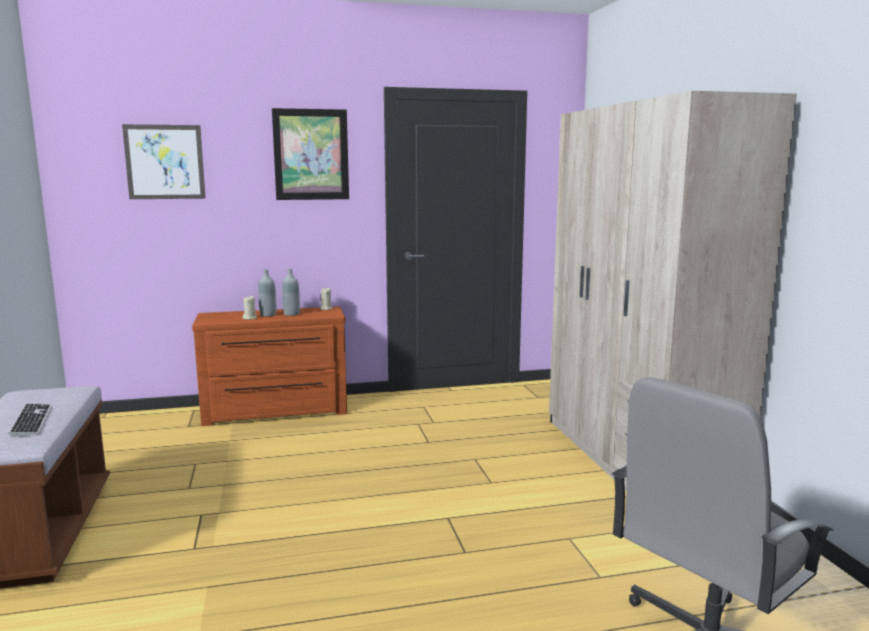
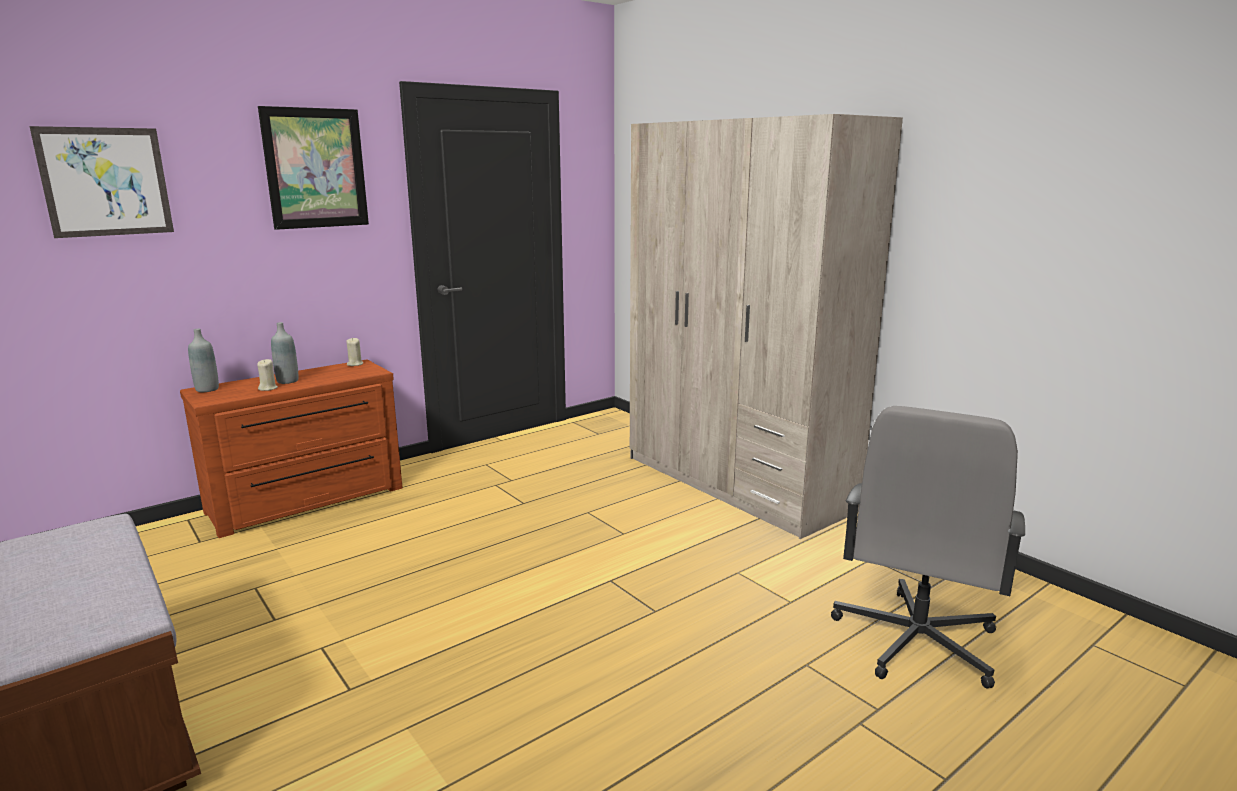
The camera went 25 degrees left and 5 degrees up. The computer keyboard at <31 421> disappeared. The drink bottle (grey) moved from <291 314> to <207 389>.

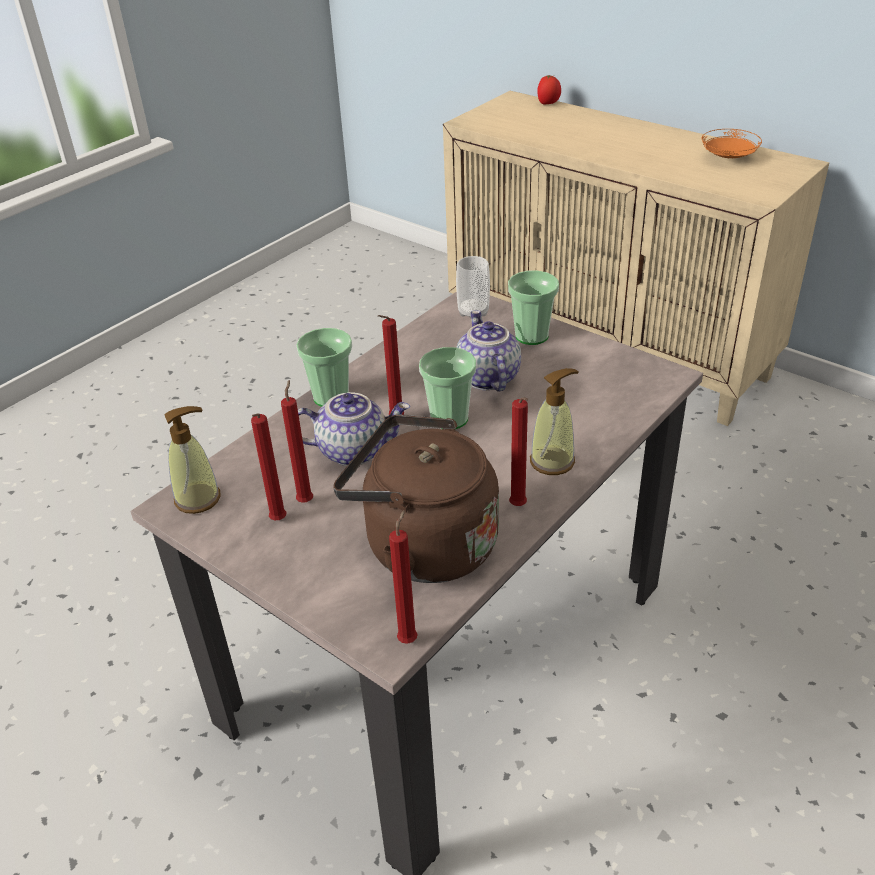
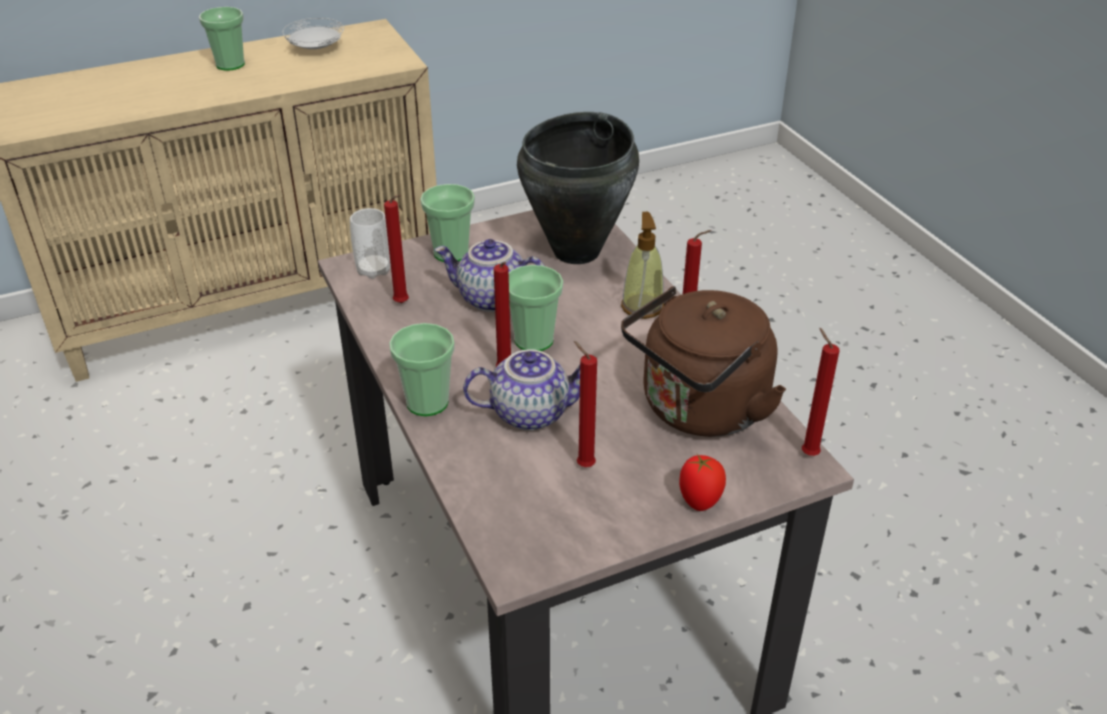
The camera went 65 degrees left and 0 degrees up. The liquid soap bottle at <198 498> disappeared. The drinking cup at <230 64> appeared. The cooking pot (blackish) at <578 251> appeared. The wax light (reddish) moved from <277 522> to <403 304>. The whole tomato moved from <548 103> to <700 501>. The dinner plate (orangey) at <728 158> became the dinner plate (whitish) at <316 49>. The teapot at <354 450> turned 60 degrees clockwise.

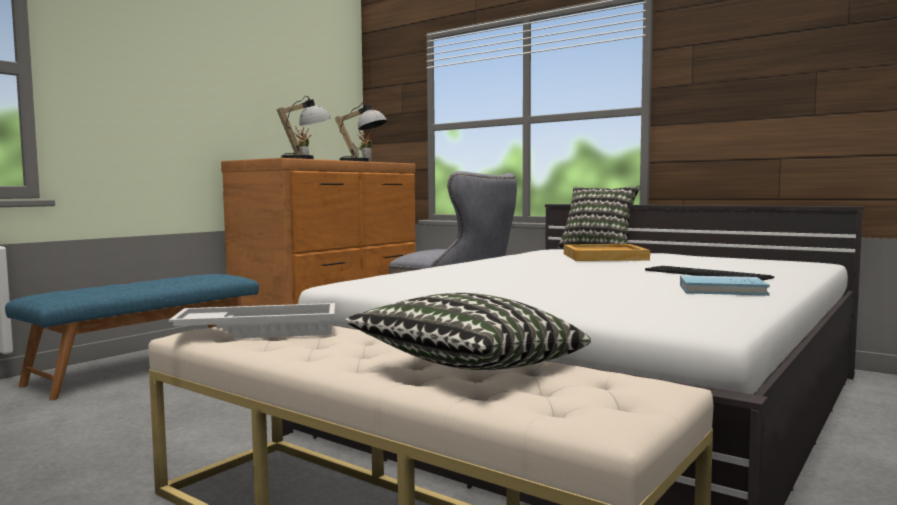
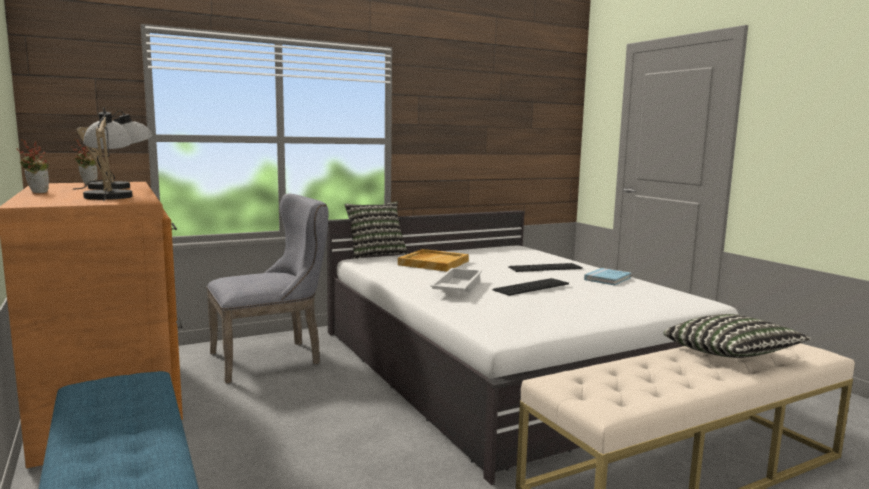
The camera went 65 degrees left and 5 degrees up. The computer keyboard at <531 287> appeared. The serving tray (whitish) moved from <259 331> to <456 288>.

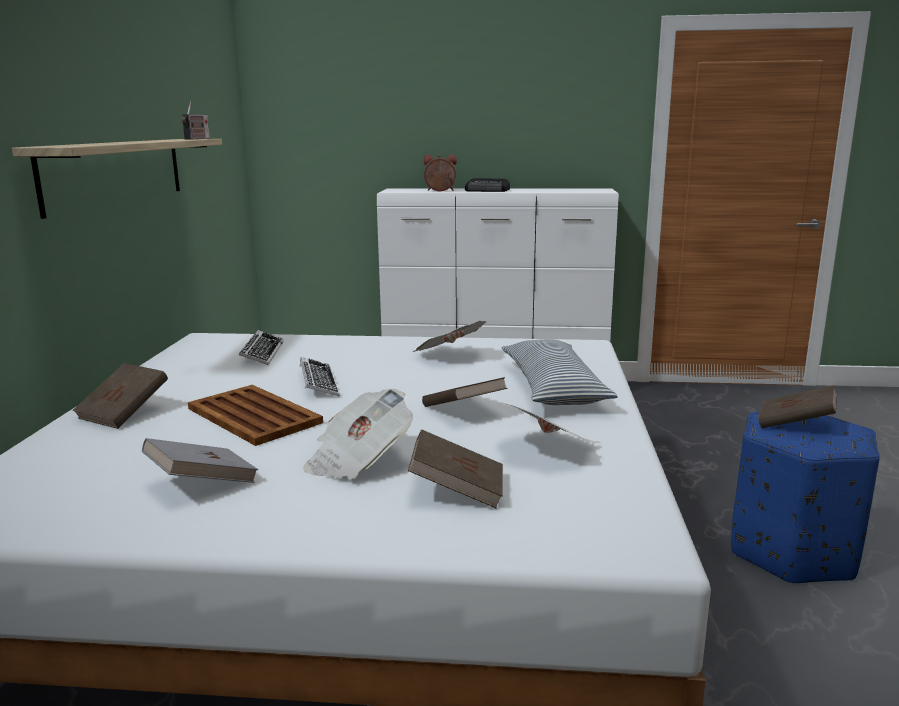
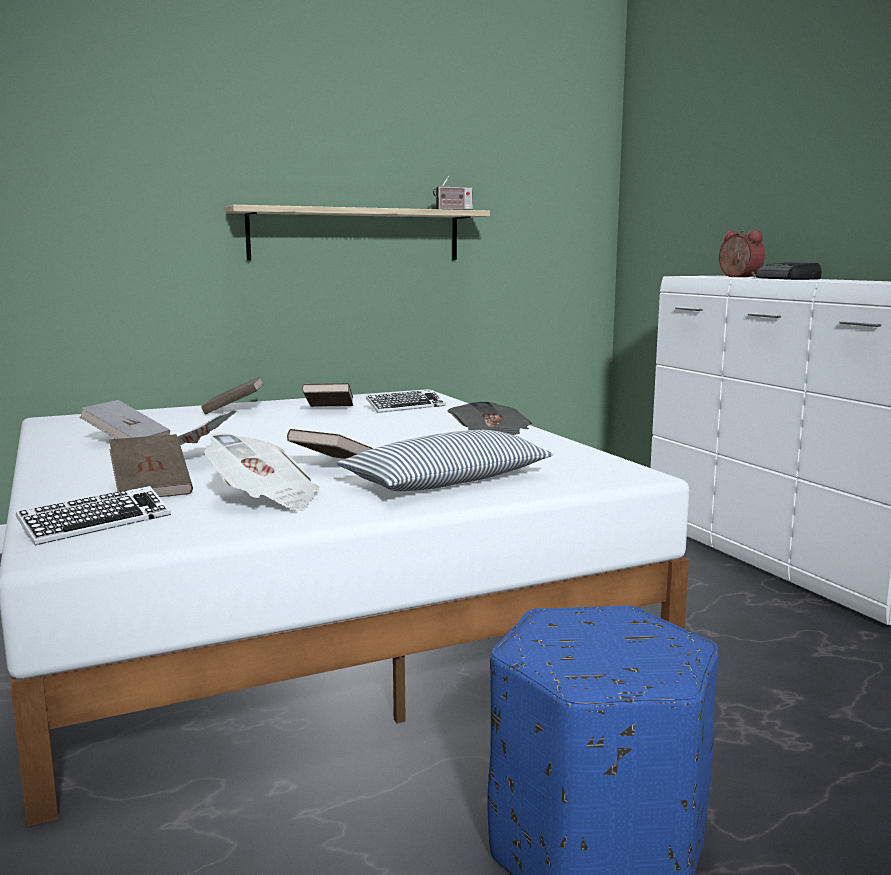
The camera went 60 degrees right and 5 degrees down. The serving tray (brown-coloured) at <254 416> disappeared. The computer keyboard moved from <318 382> to <96 524>. The volume (brown-coloured) moved from <795 424> to <328 410>.

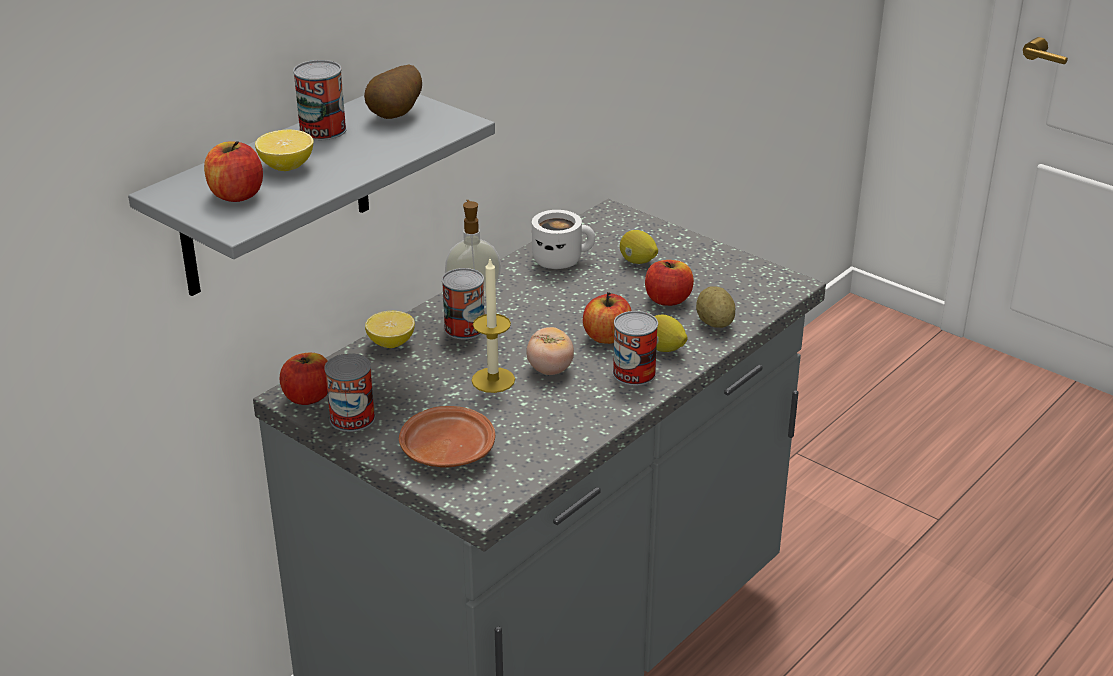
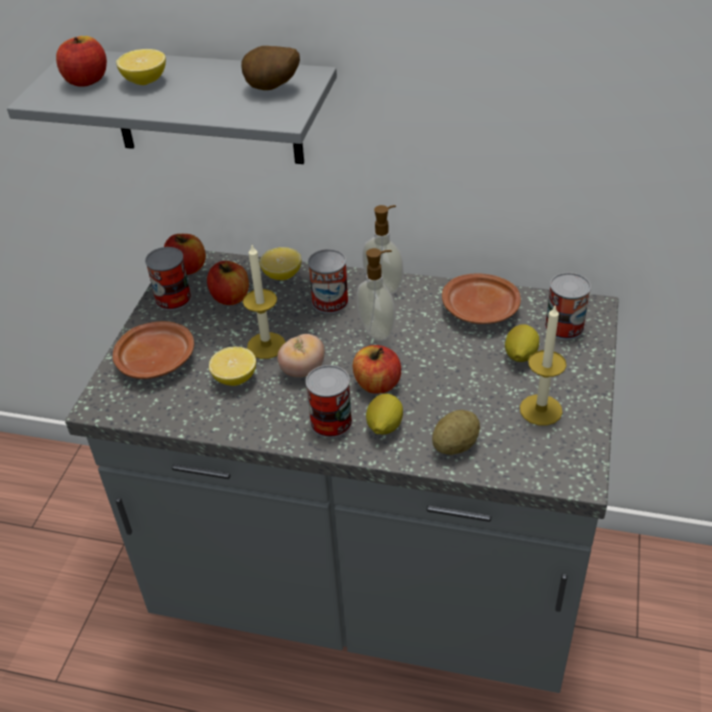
The camera went 65 degrees right and 10 degrees up. The whole lemon at <235 378> appeared. The liquid soap bottle at <377 330> appeared. The wax light at <540 410> appeared. The metal can moved from <323 130> to <564 326>. The whole apple moved from <668 300> to <230 297>. The coffee mug (whitish) at <561 259> was replaced by the dinner plate (brown-coloured) at <481 310>.

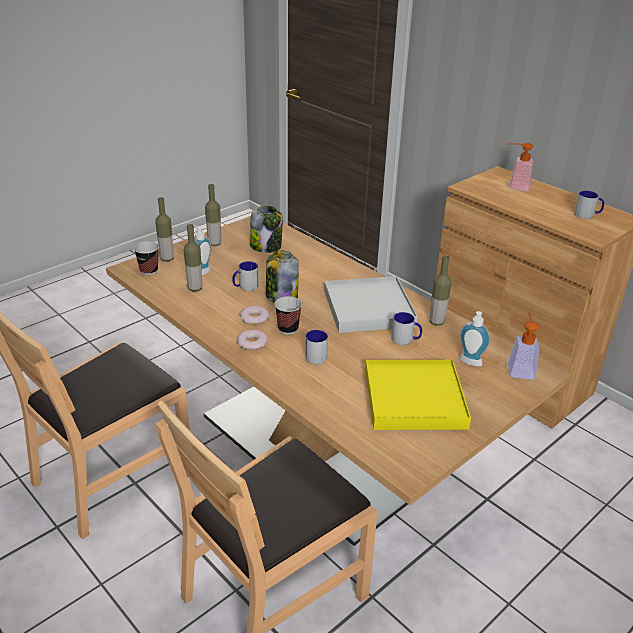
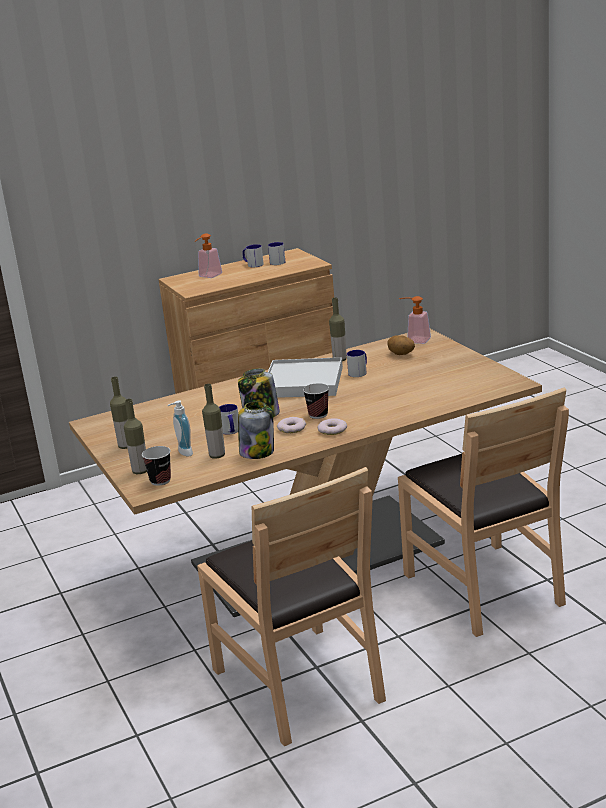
The camera went 70 degrees left and 10 degrees down. The serving tray (yellowish) at <414 398> disappeared. The storage jar moved from <266 246> to <257 452>. The coffee mug moved from <317 355> to <253 264>. The liquid soap bottle at <469 363> was replaced by the spud at <401 354>.

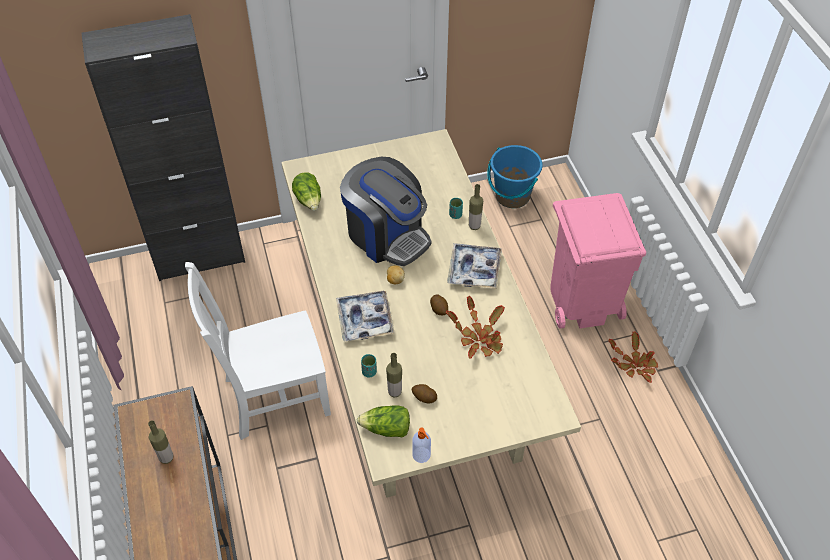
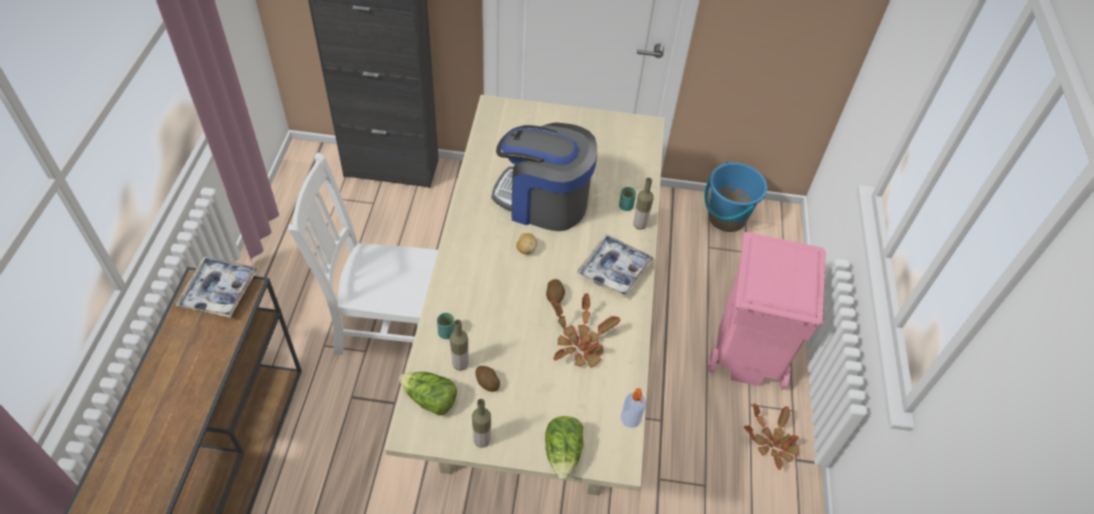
The camera went 20 degrees right and 0 degrees up. The drink bottle moved from <166 458> to <482 440>. The lettuce moved from <309 200> to <563 453>. The serving tray moved from <365 320> to <219 291>. The liquid soap bottle moved from <421 455> to <631 419>. The coffee maker at <386 235> turned 135 degrees clockwise.

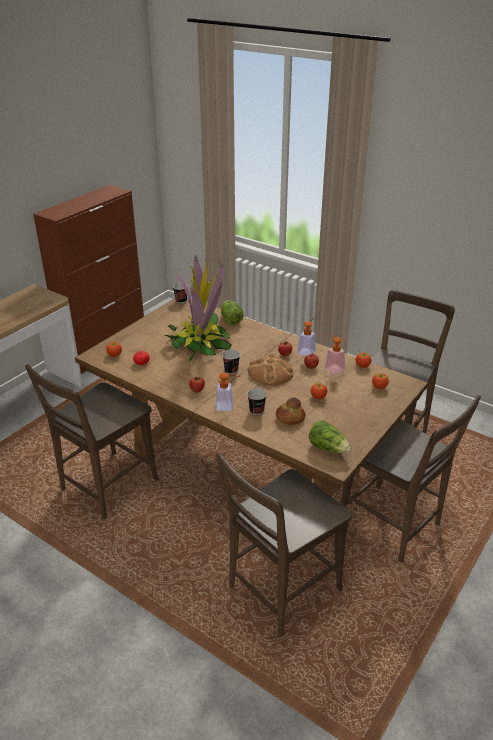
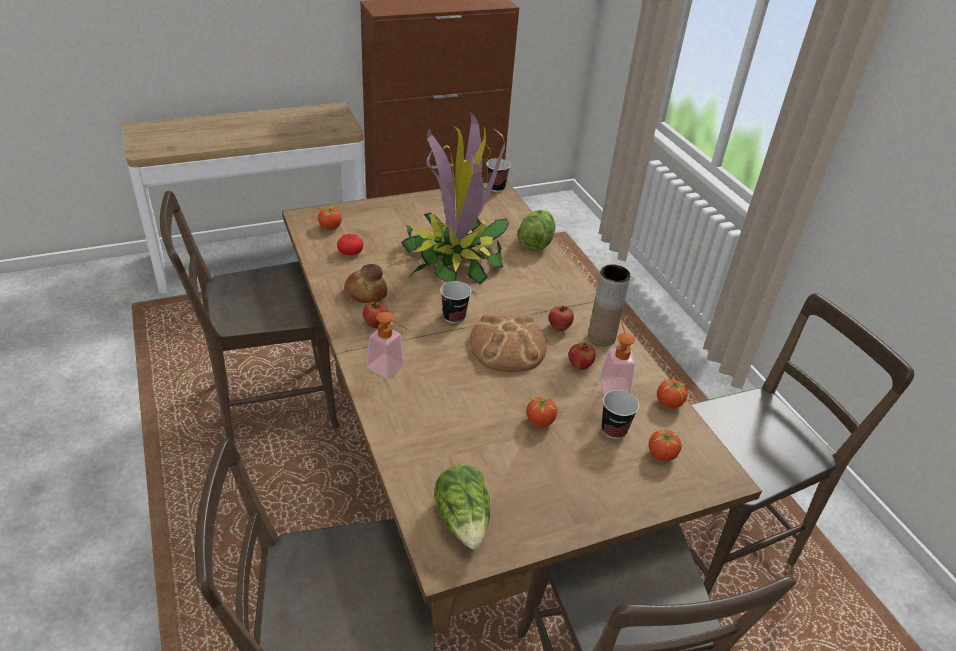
The camera went 30 degrees right and 5 degrees up. The drinking cup moved from <256 411> to <614 430>. The bread moved from <290 418> to <366 292>. The liquid soap bottle at <307 351> was replaced by the decorative vase (brown-coloured) at <601 337>.

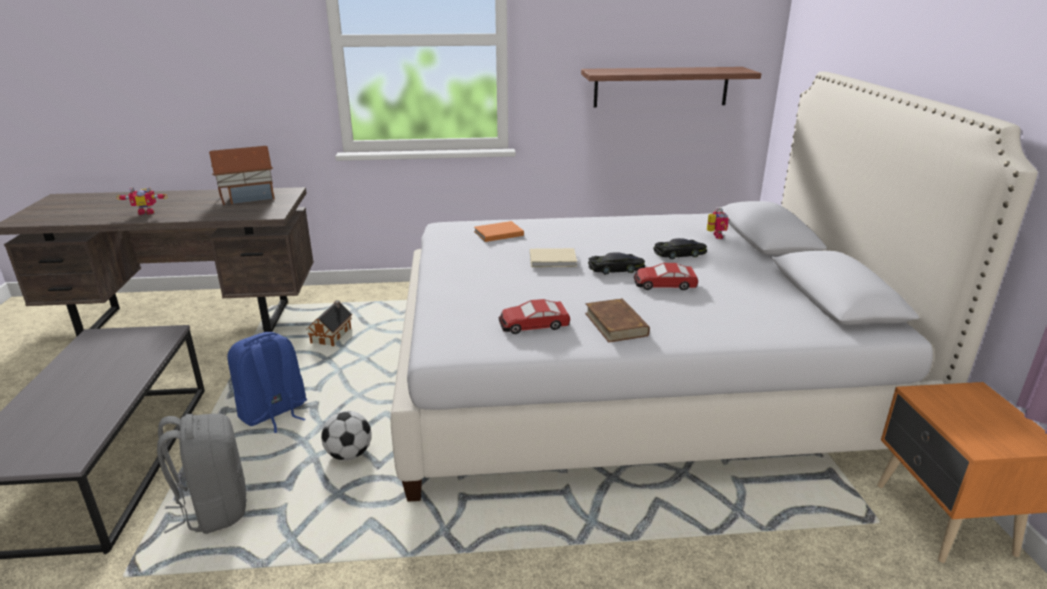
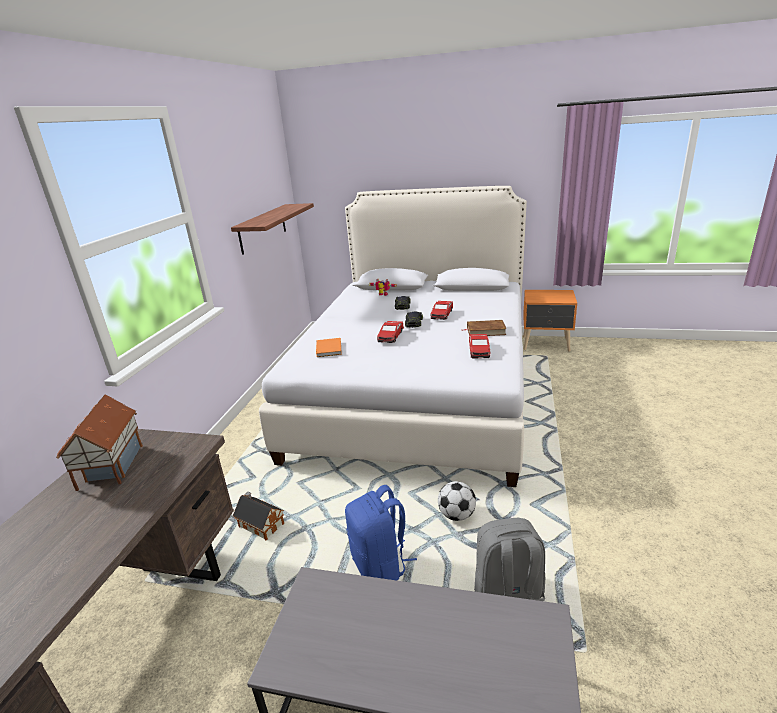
The camera went 70 degrees left and 0 degrees up. The robot figure at <147 212> disappeared. The volume (beige-coloured) at <554 260> was replaced by the miniature car at <390 336>.

